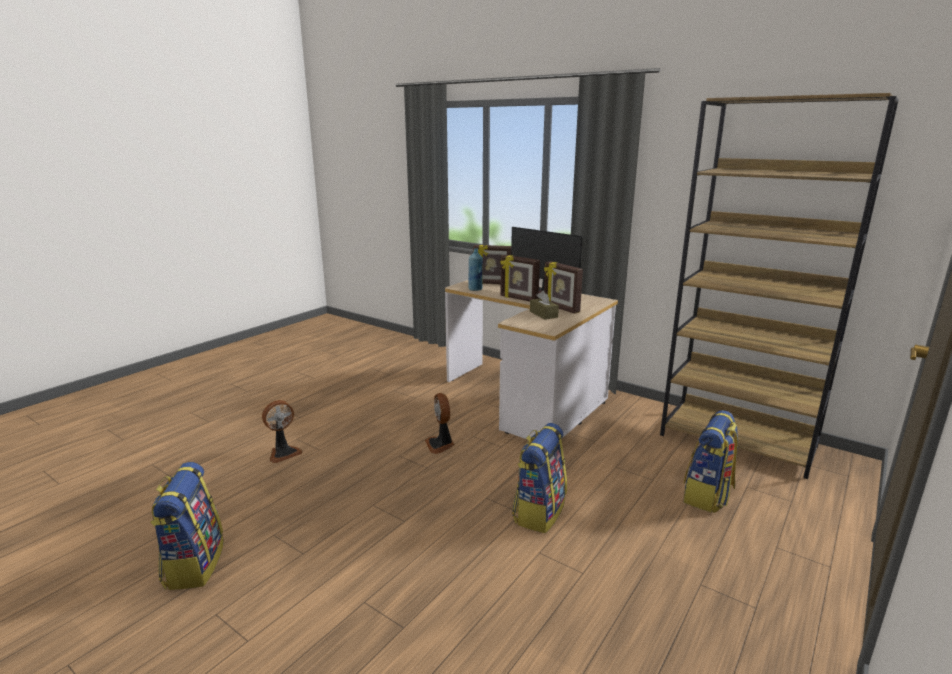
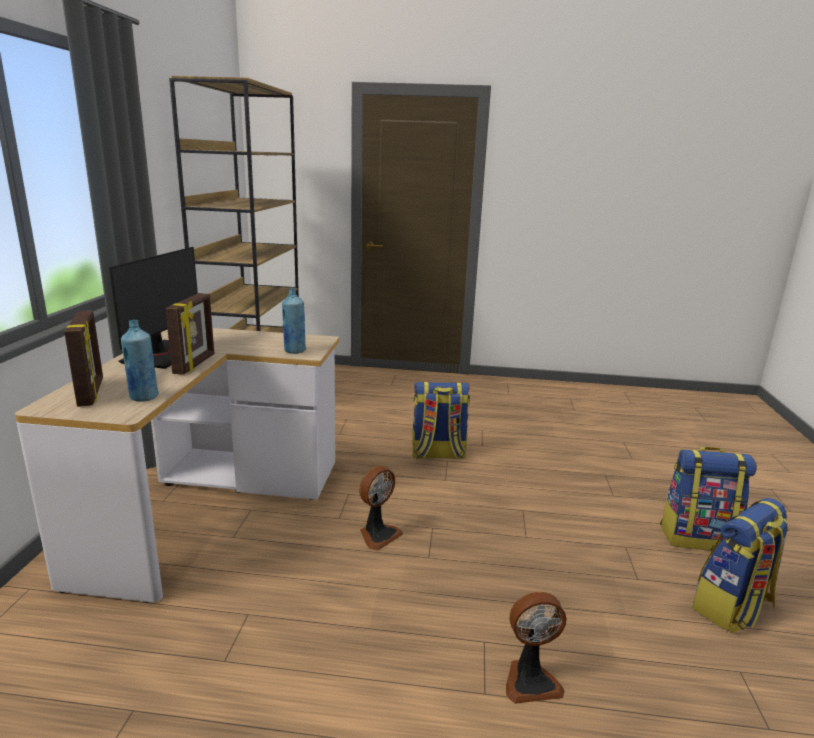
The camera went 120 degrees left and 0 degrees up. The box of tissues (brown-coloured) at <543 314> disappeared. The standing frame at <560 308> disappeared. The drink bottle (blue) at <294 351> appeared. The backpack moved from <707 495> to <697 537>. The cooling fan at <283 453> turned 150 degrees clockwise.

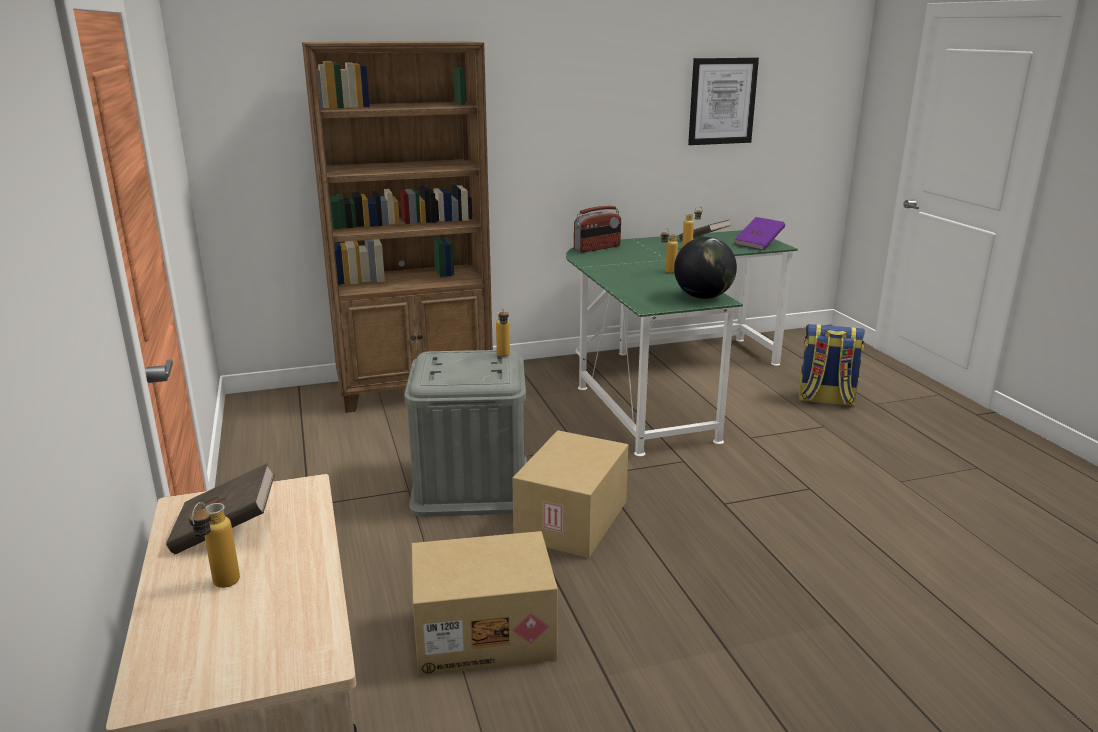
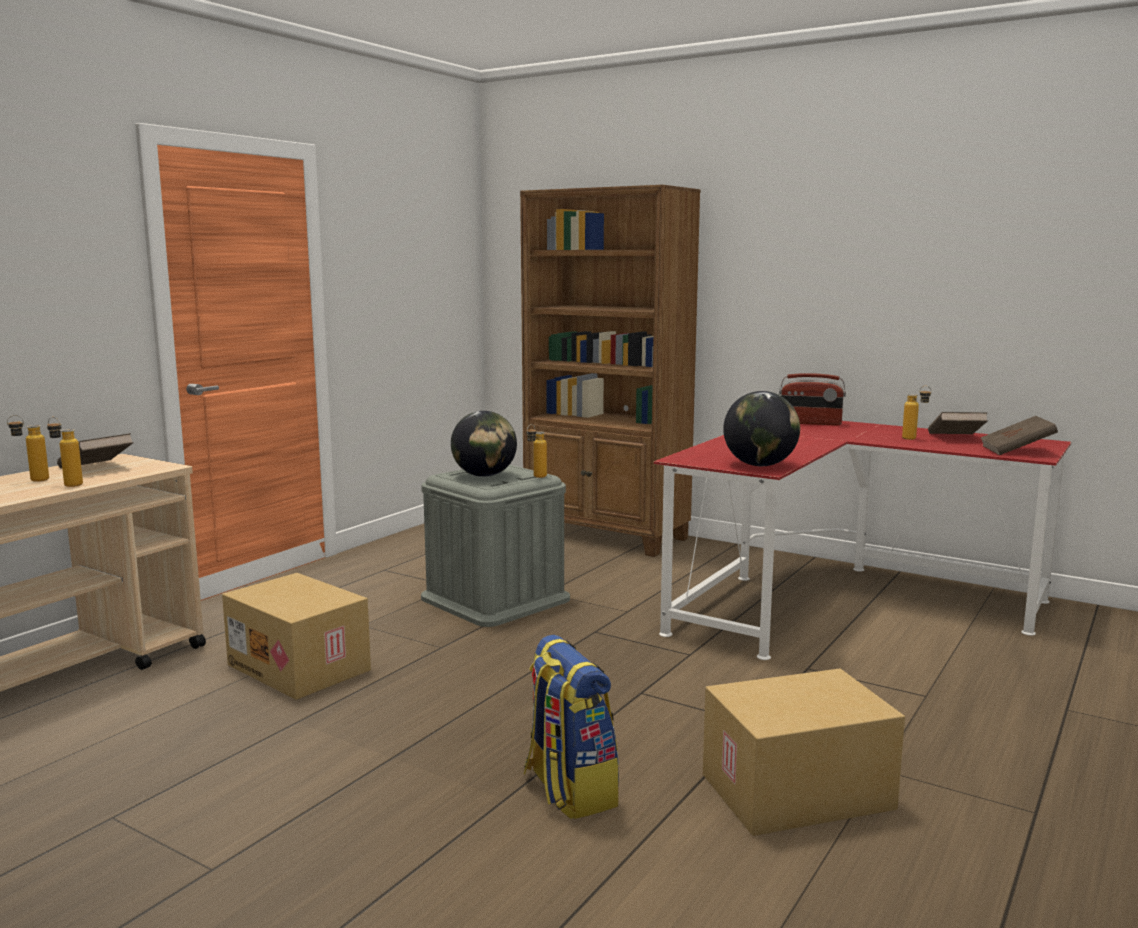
The camera went 50 degrees right and 10 degrees down. The wall art at <722 101> disappeared. The globe at <484 475> appeared. The cardboard box moved from <573 521> to <797 793>. The drink bottle moved from <667 272> to <67 484>. The backpack moved from <825 400> to <568 790>. The desk table (greenish) at <663 382> became the desk table (reddish) at <839 601>. The volume (purplish) at <758 244> became the volume (brown-coloured) at <1016 451>.

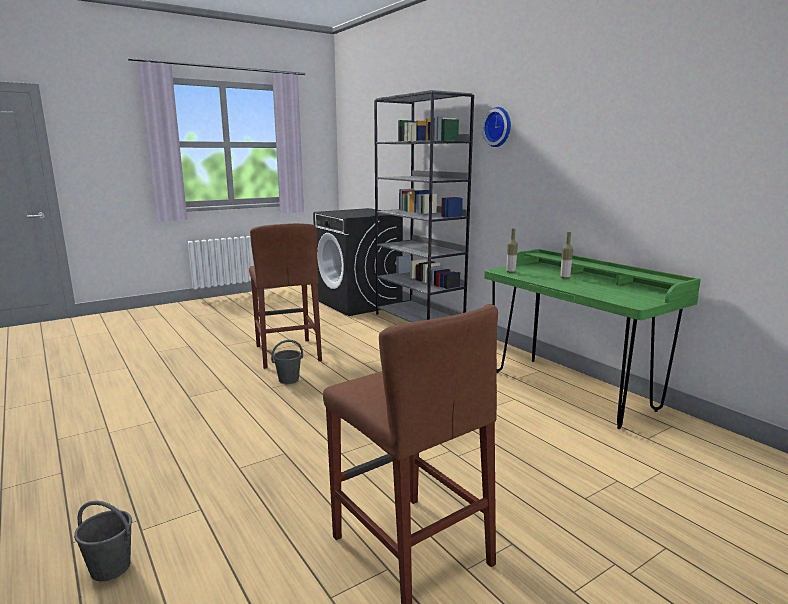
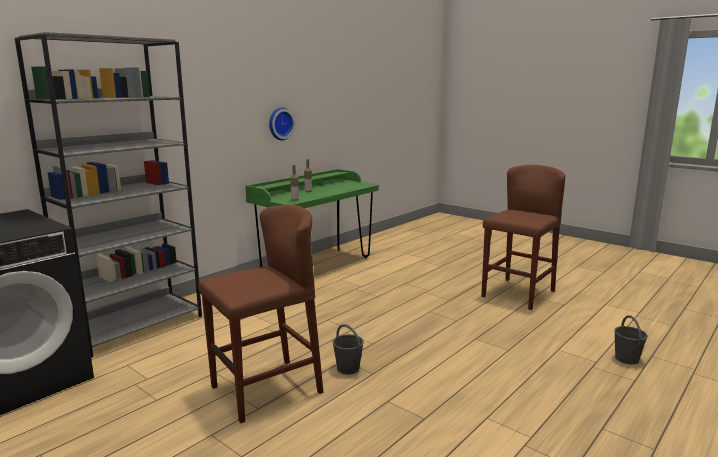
The camera went 105 degrees left and 0 degrees up. The clock on the wall moved from <499 127> to <280 123>.

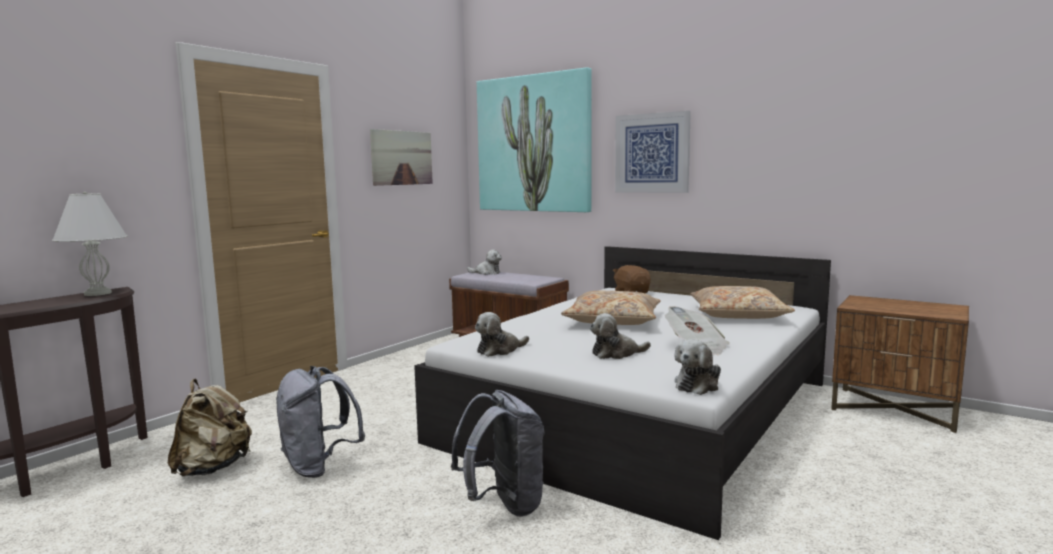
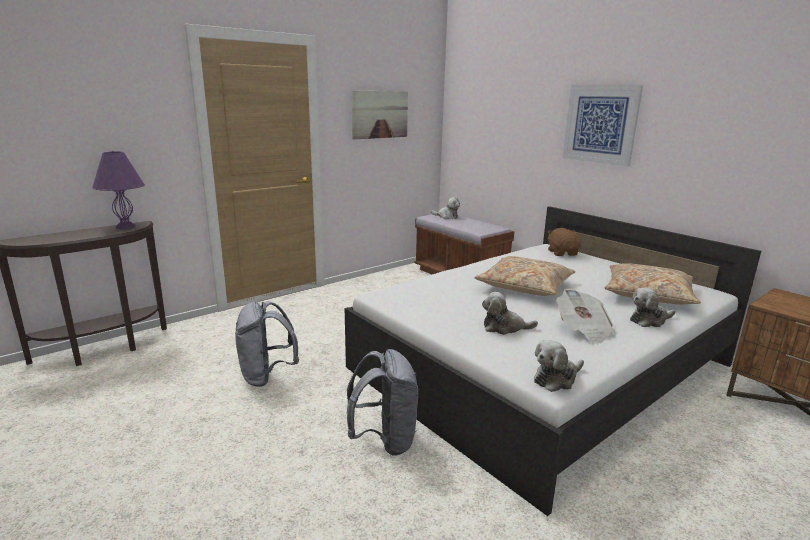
The camera went 15 degrees right and 10 degrees up. The backpack (beige-coloured) at <213 468> disappeared. The wall art at <534 144> disappeared. The plush toy moved from <499 350> to <649 320>. The lamp for a table (whitish) at <98 293> became the lamp for a table (purplish) at <126 226>.

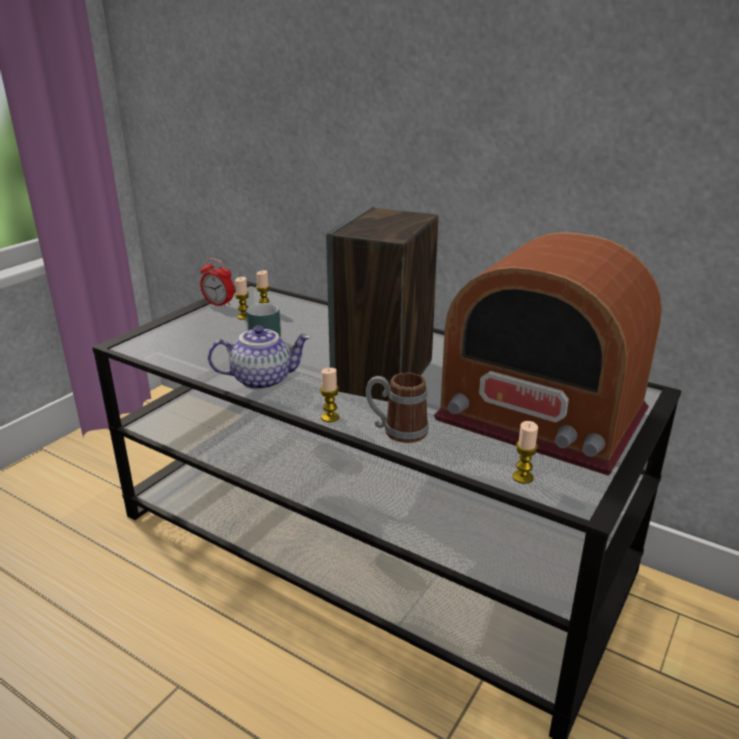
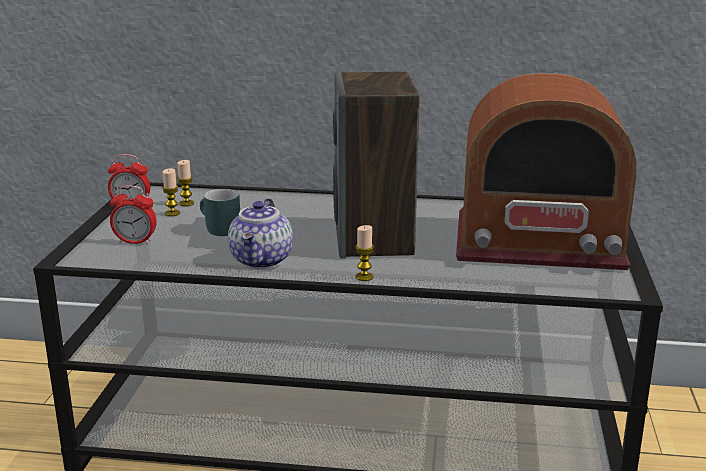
The camera went 25 degrees left and 5 degrees down. The coffee mug at <397 431> disappeared. The wax light at <522 477> disappeared. The table clock at <135 242> appeared. The teapot at <262 380> turned 135 degrees clockwise.

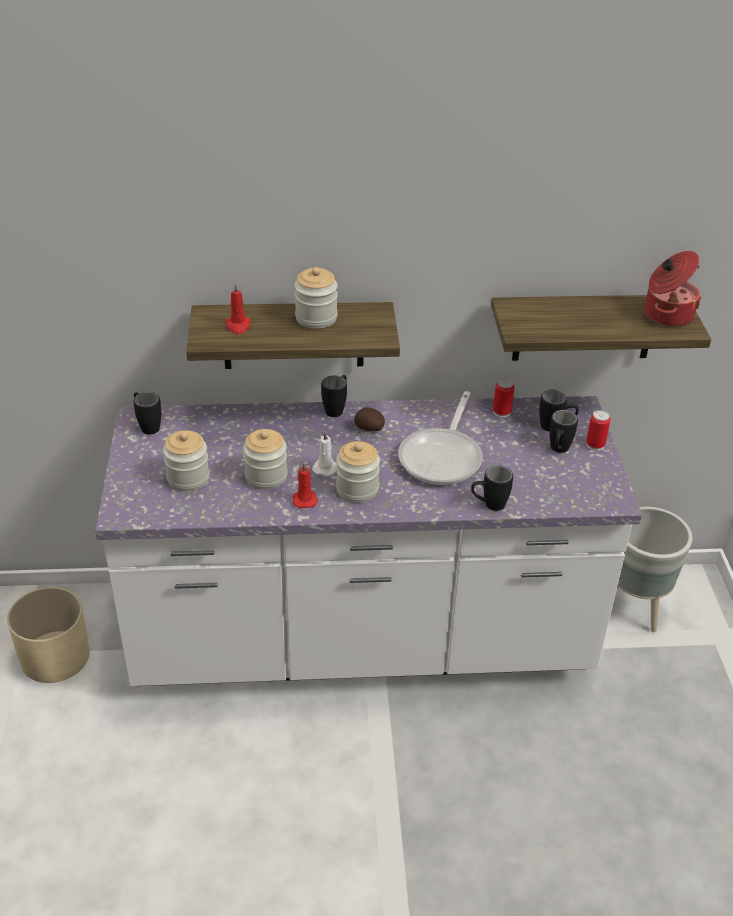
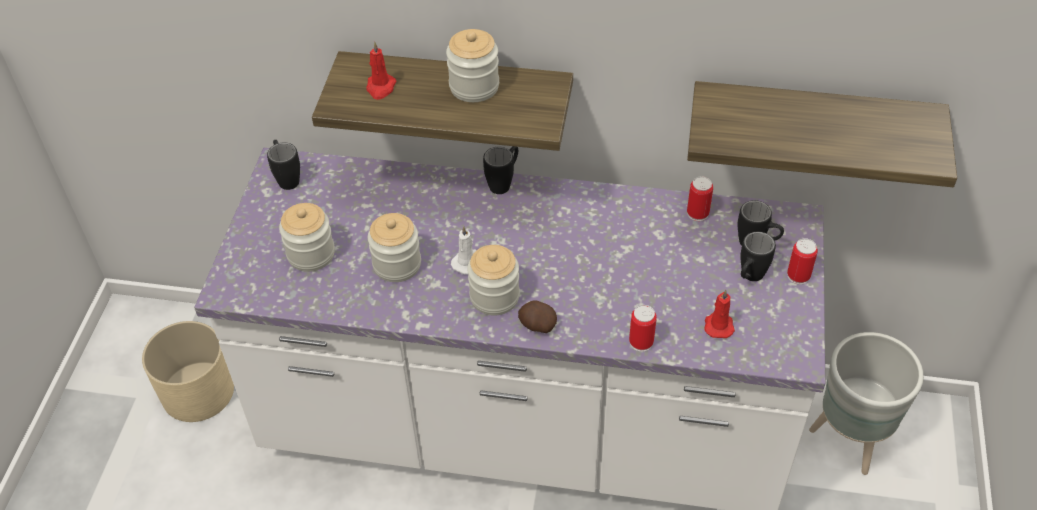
The camera went 15 degrees right and 10 degrees up. The skillet at <443 457> disappeared. The cooking pot at <666 314> disappeared. The wax light (reddish) moved from <304 499> to <718 325>. The spud moved from <369 428> to <537 325>. The coffee mug (blackish) at <488 505> was replaced by the metal can at <641 342>.

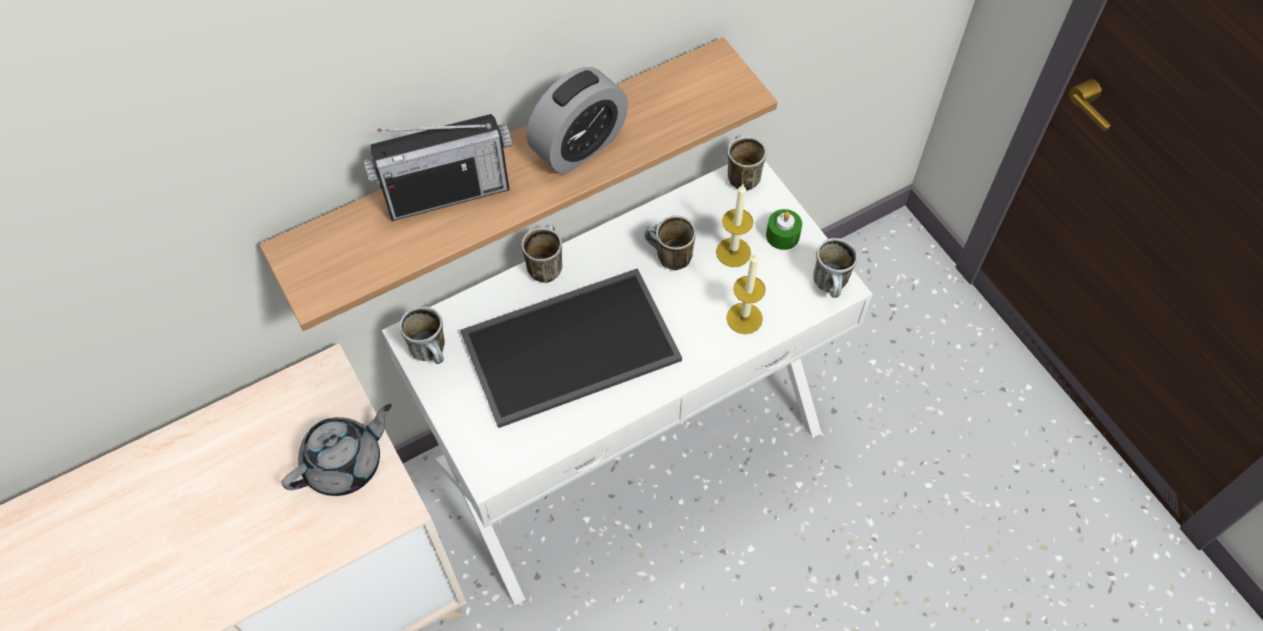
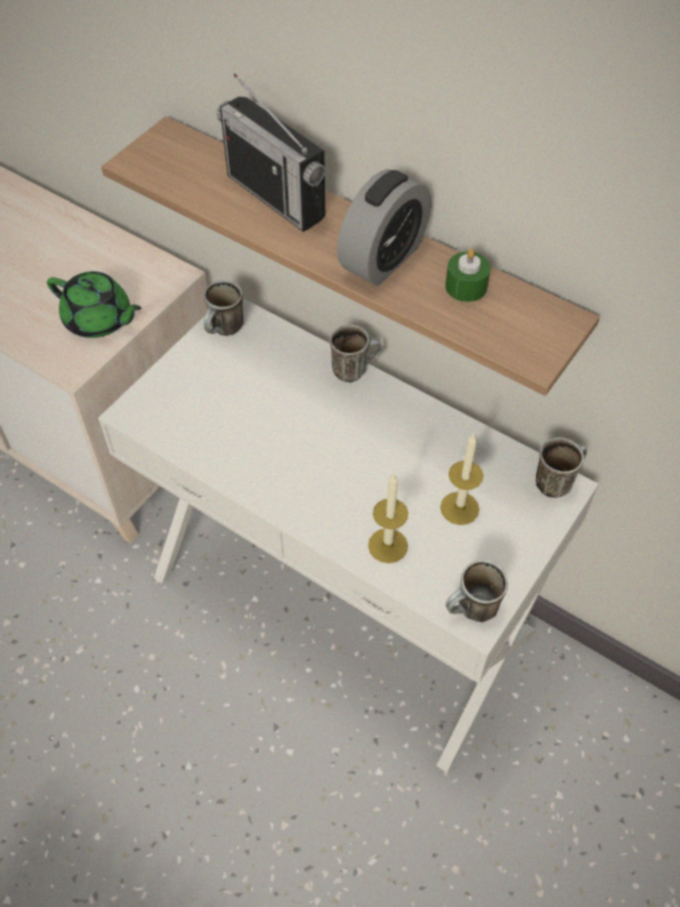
The camera went 65 degrees right and 5 degrees down. The serving tray at <571 343> disappeared. The coffee mug at <668 258> disappeared. The wax light (greenish) moved from <782 235> to <466 286>. The teapot (grey) at <345 463> became the teapot (greenish) at <99 320>. The table clock at <579 146> turned 75 degrees counterclockwise.

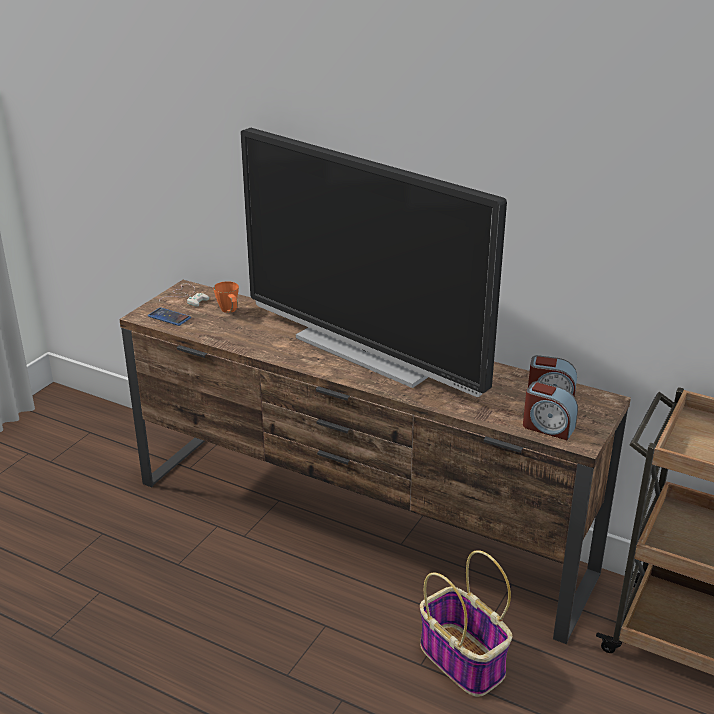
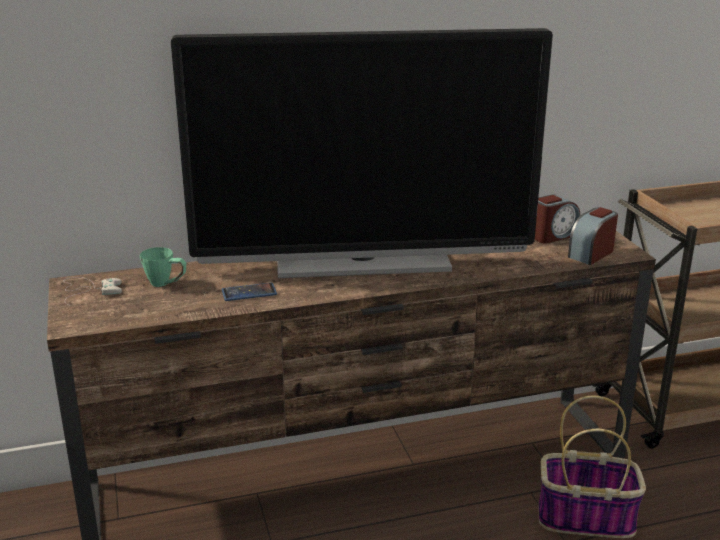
The camera went 45 degrees left and 5 degrees down. The telephone moved from <169 317> to <249 293>. The coffee mug (orangey) at <229 312> became the coffee mug (greenish) at <166 284>. The table clock at <548 427> turned 150 degrees clockwise.

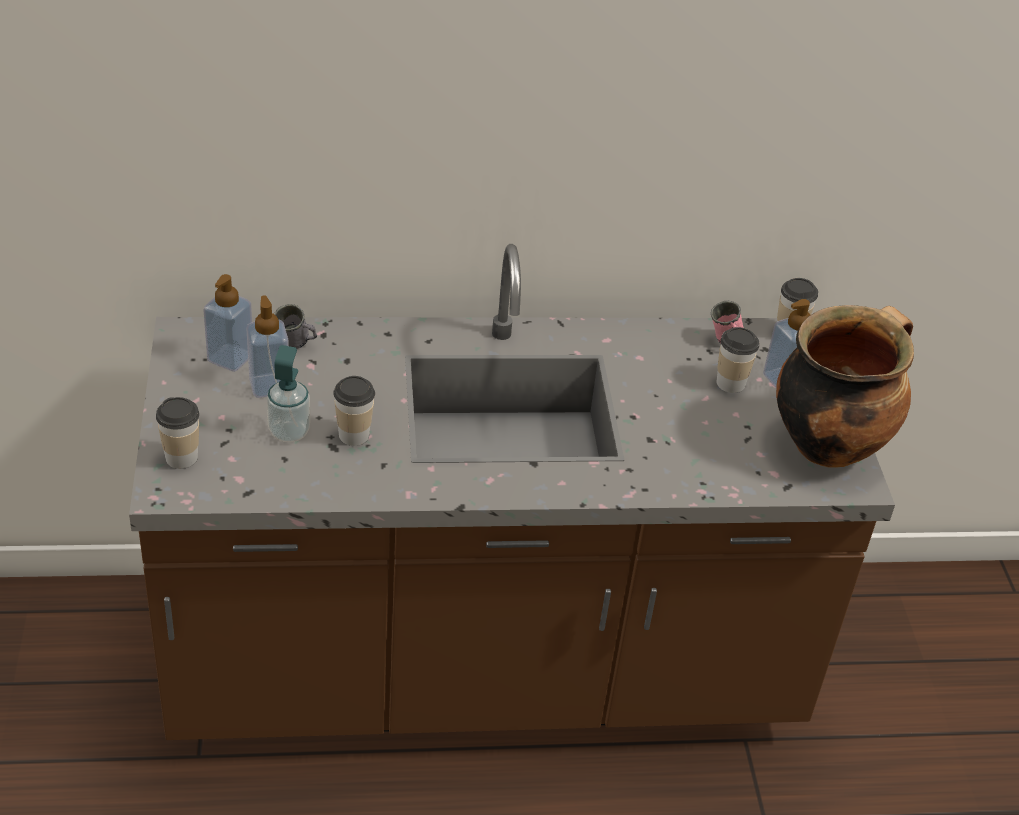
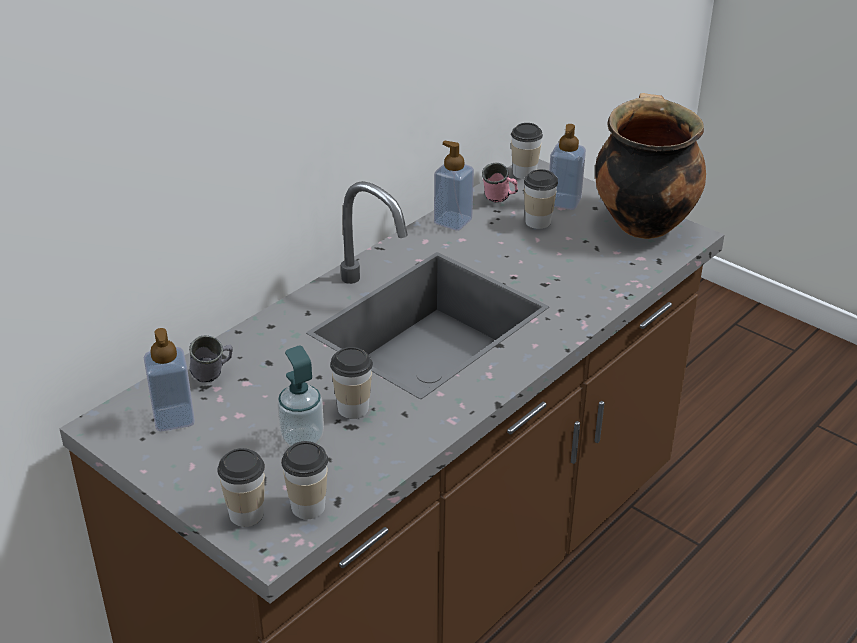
The camera went 40 degrees left and 5 degrees down. The drinking cup at <308 506> appeared. The liquid soap bottle moved from <269 386> to <453 221>.

